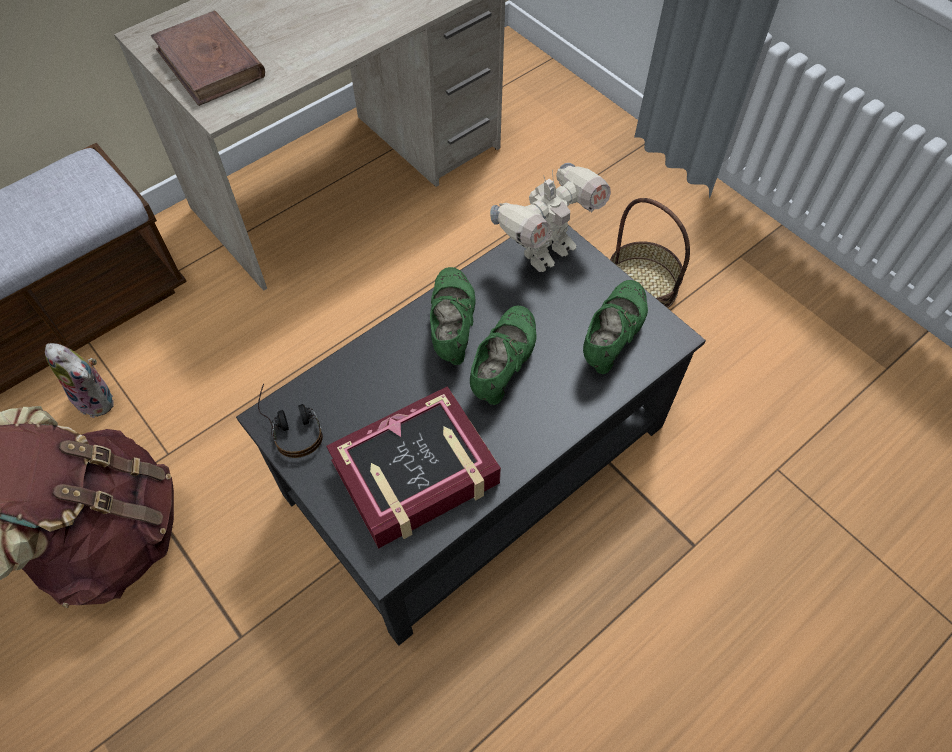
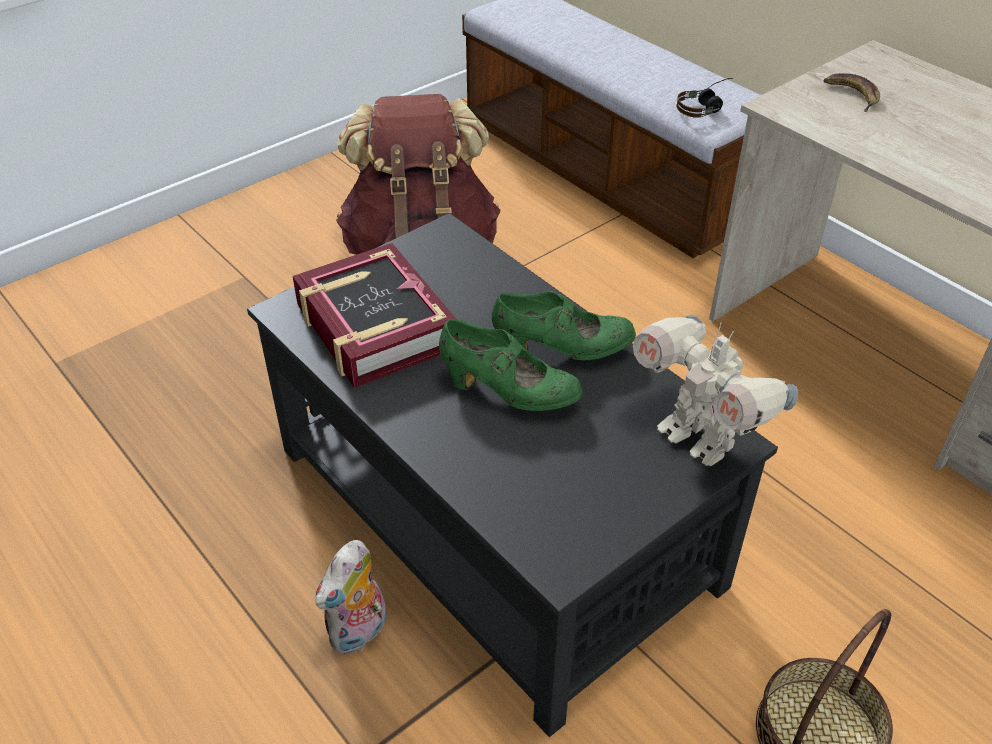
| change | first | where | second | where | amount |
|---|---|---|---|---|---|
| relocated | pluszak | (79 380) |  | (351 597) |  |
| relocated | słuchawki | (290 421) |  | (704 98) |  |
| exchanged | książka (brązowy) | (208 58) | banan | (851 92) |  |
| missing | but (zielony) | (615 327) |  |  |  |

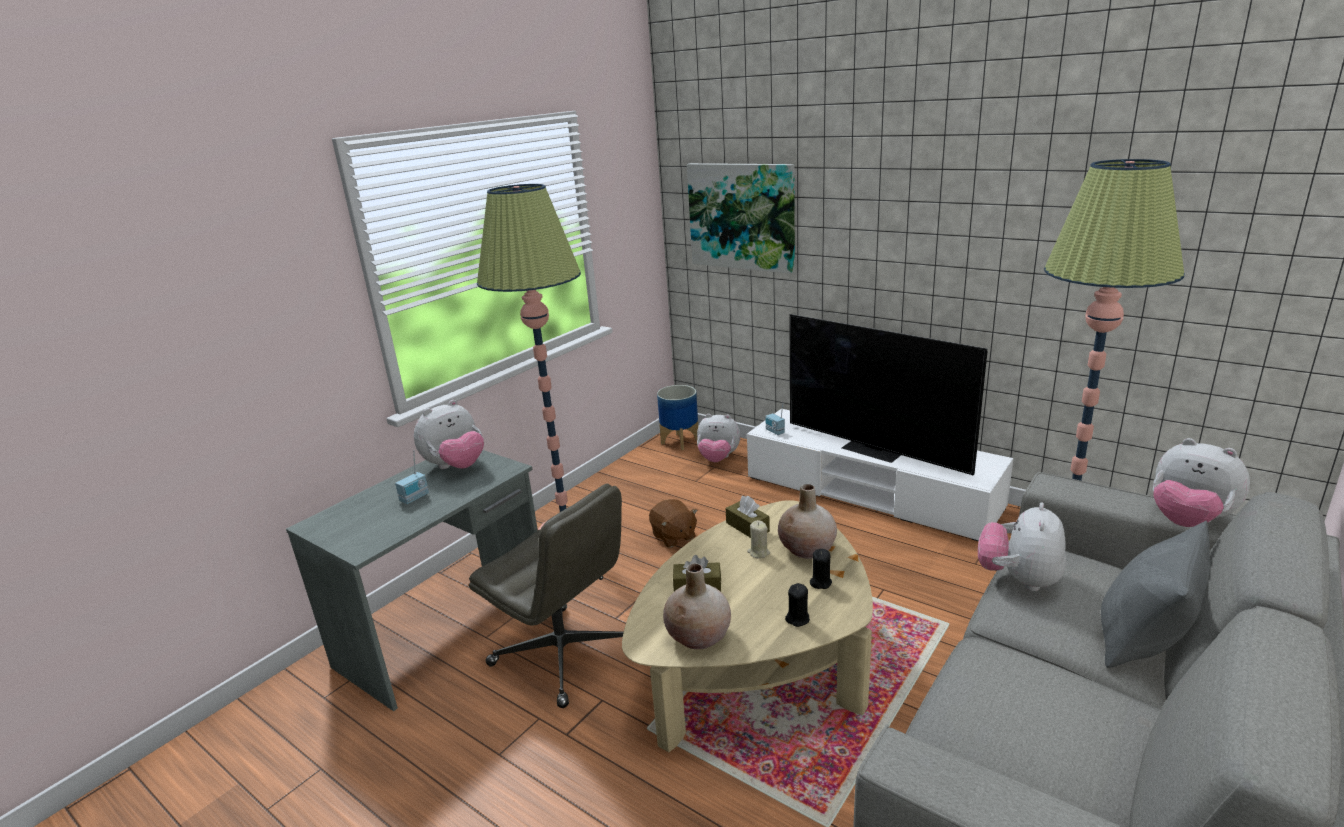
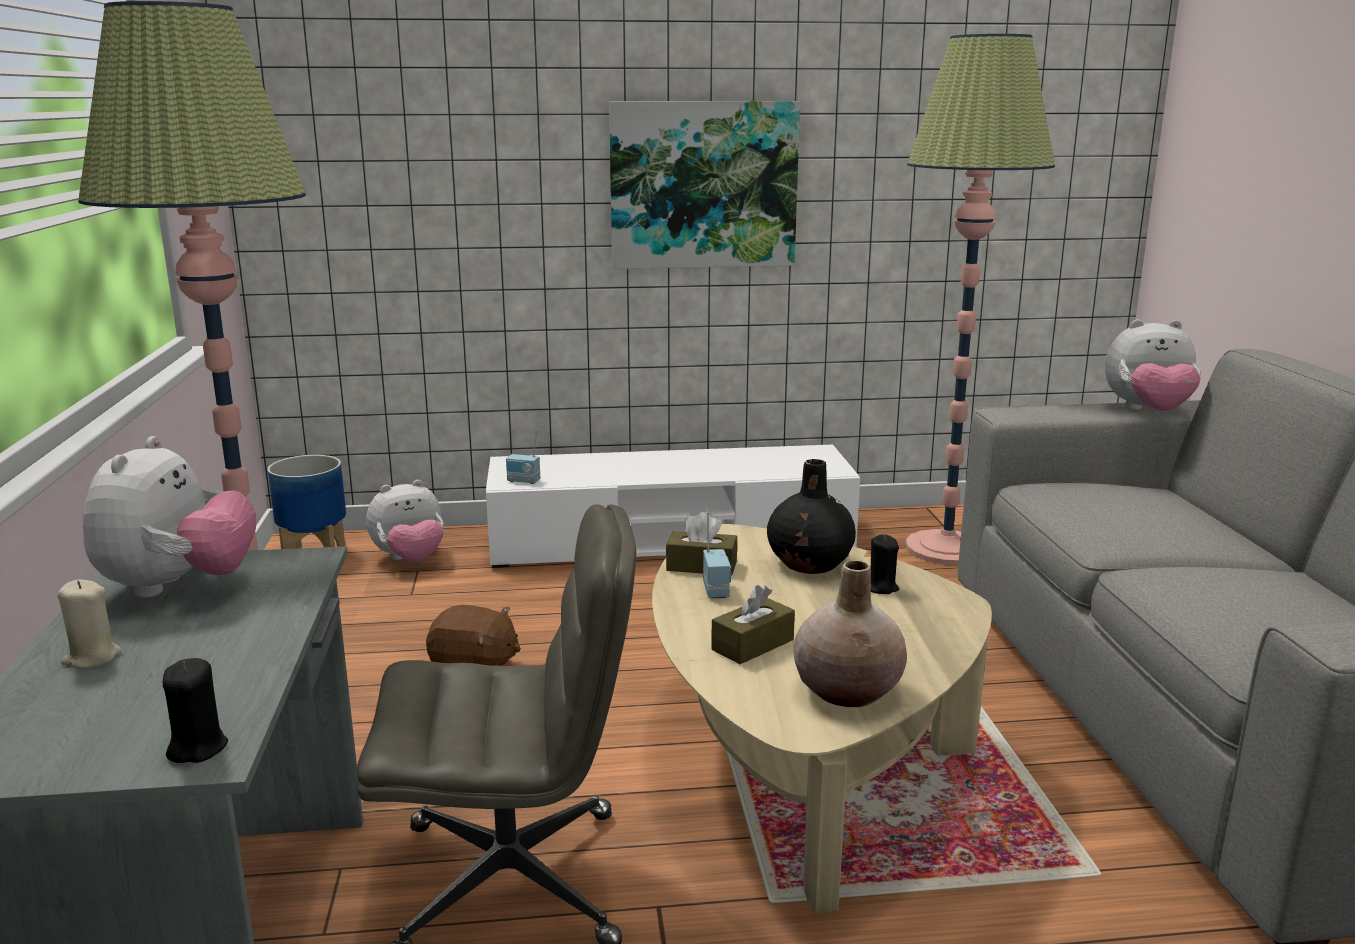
| change | first | where | second | where | amount |
|---|---|---|---|---|---|
| relocated | świeca (beżowy) | (758 539) |  | (90 624) |  |
| relocated | świeca (czarny) | (797 605) |  | (195 710) |  |
| relocated | obraz | (741 218) |  | (704 185) |  |
| relocated | radio | (412 477) |  | (717 555) |  |
| colour | wazon (beżowy) | (807 521) | wazon (czarny) | (811 516) |  |
| missing | telewizor | (888 394) |  |  |  |
| missing | pluszak | (1022 546) |  |  |  |
| missing | poduszka (szary) | (1156 594) |  |  |  |

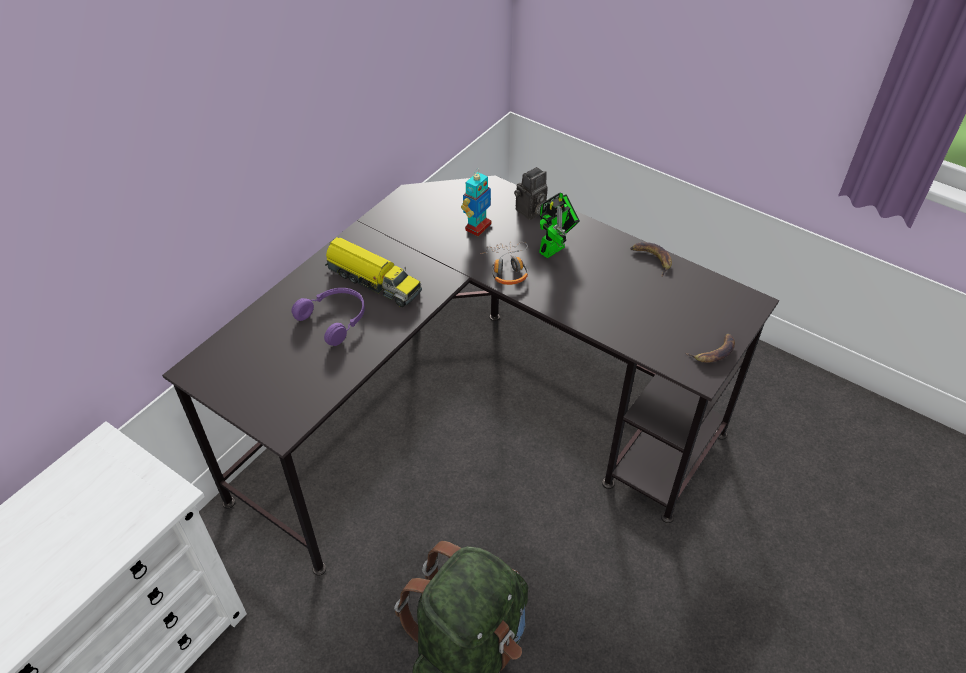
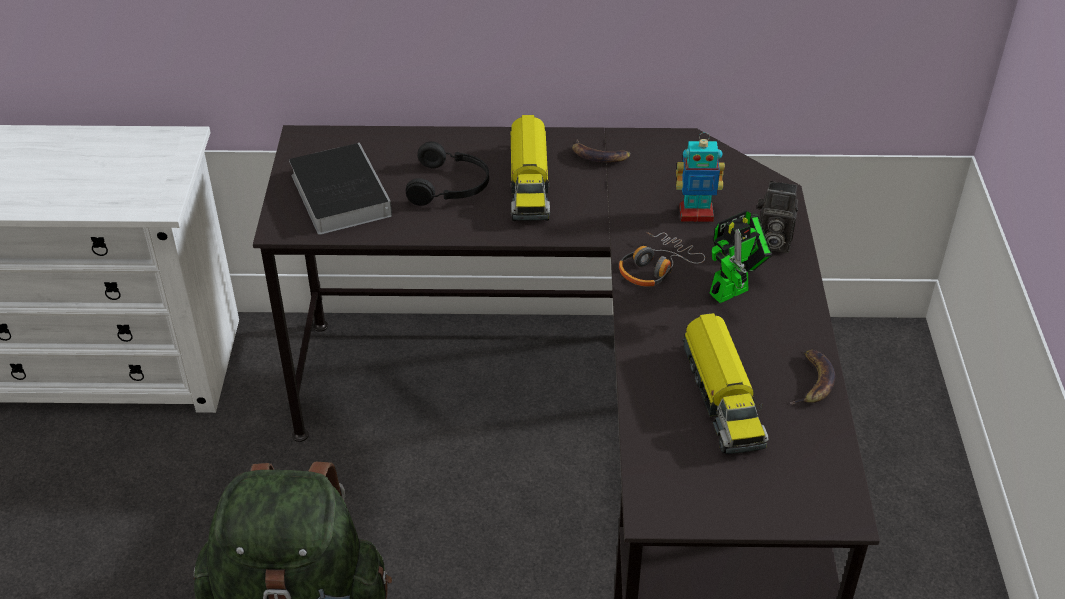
| change | first | where | second | where | amount |
|---|---|---|---|---|---|
| appeared |  |  | książka | (340 189) |  |
| colour | słuchawki (fioletowy) | (328 317) | słuchawki (czarny) | (447 173) |  |
| relocated | banan | (710 348) |  | (601 150) |  |
| appeared |  |  | ciężarówka zabawkowa | (726 383) |  |
| spun | robot zabawkowy | (559 225) |  | (740 257) | 45 degrees counterclockwise |

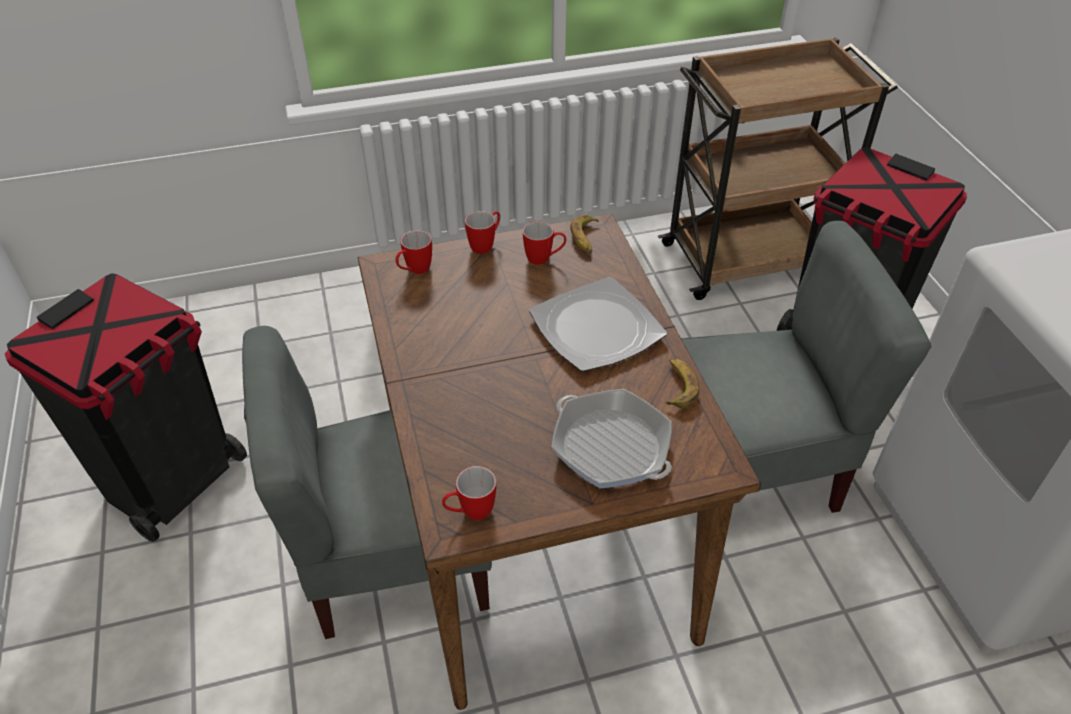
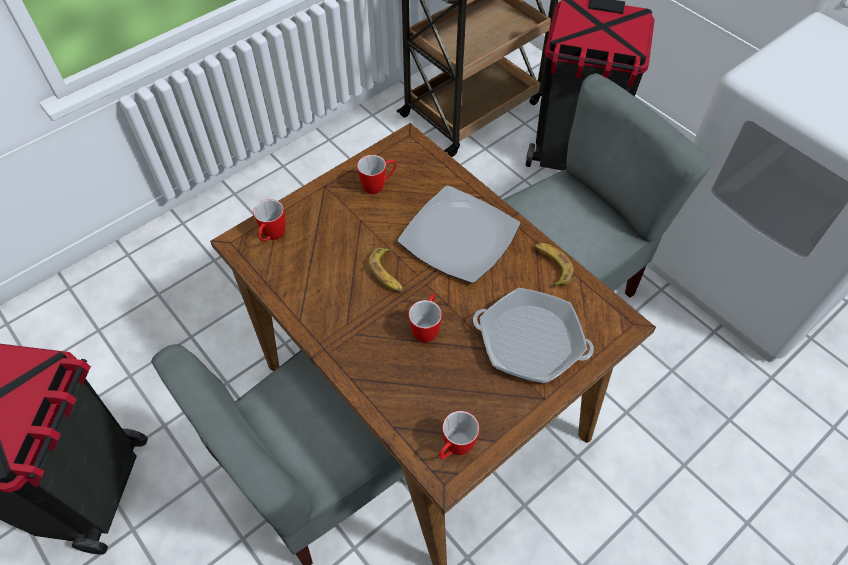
| change | first | where | second | where | amount |
|---|---|---|---|---|---|
| relocated | banan | (584 233) |  | (385 270) |  |
| relocated | kubek | (482 232) |  | (425 318) |  |

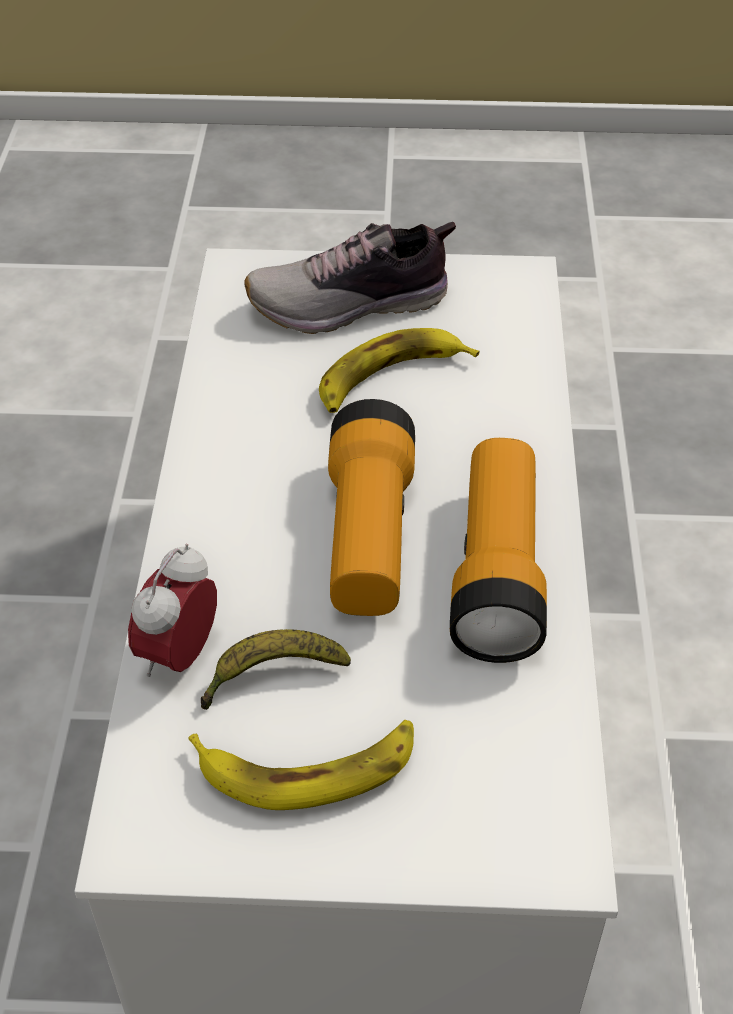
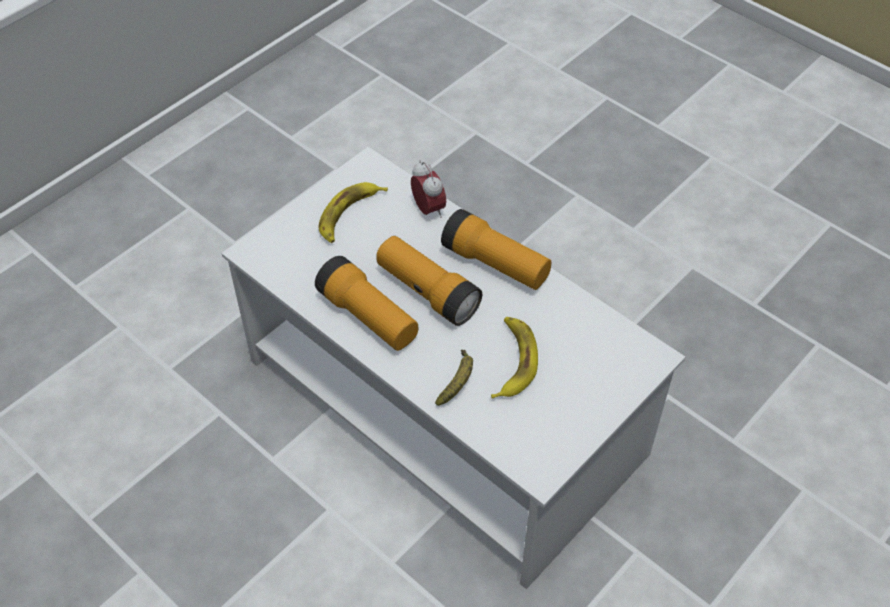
| change | first | where | second | where | amount |
|---|---|---|---|---|---|
| relocated | banan | (276 669) |  | (454 378) |  |
| appeared |  |  | latarka | (496 249) |  |
| missing | but | (350 278) |  |  |  |

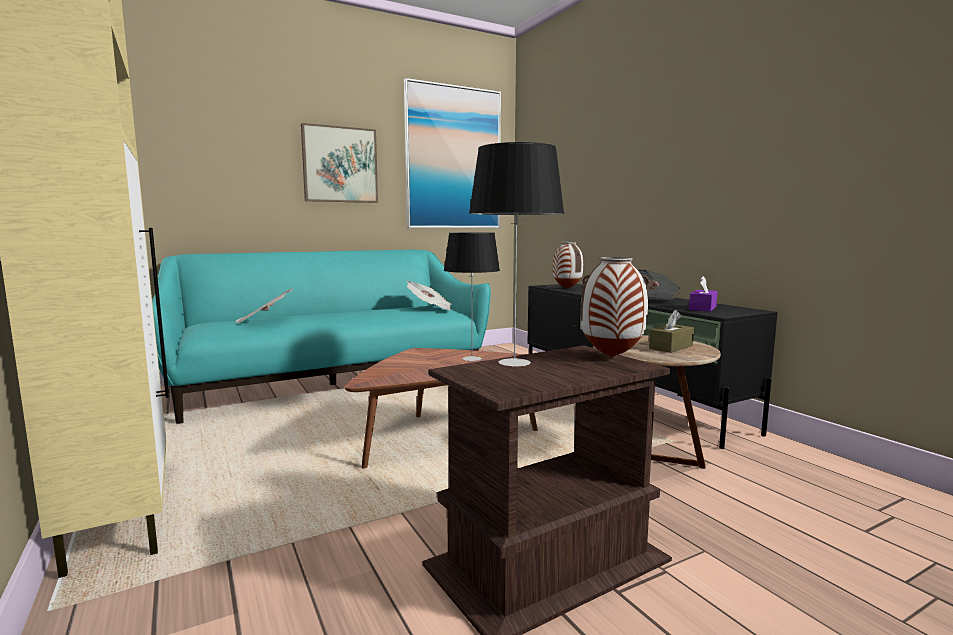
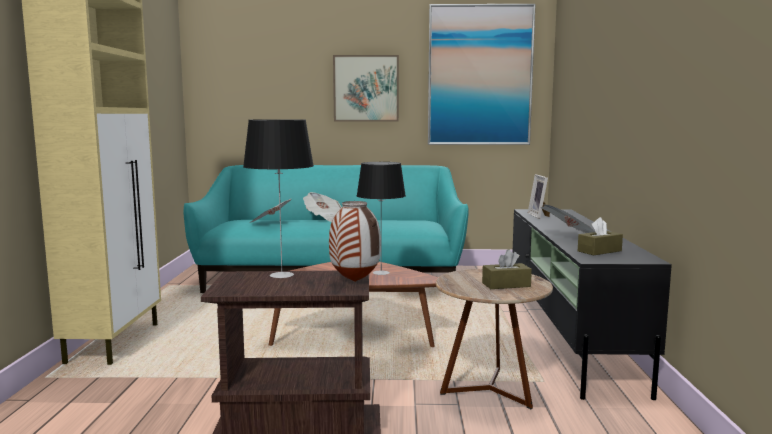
| change | first | where | second | where | amount |
|---|---|---|---|---|---|
| relocated | gazeta | (429 296) |  | (322 207) |  |
| exchanged | wazon | (568 265) | ramka na zdjęcie | (539 196) |  |
| colour | pudełko chusteczek (fioletowy) | (703 294) | pudełko chusteczek (brązowy) | (600 236) |  |

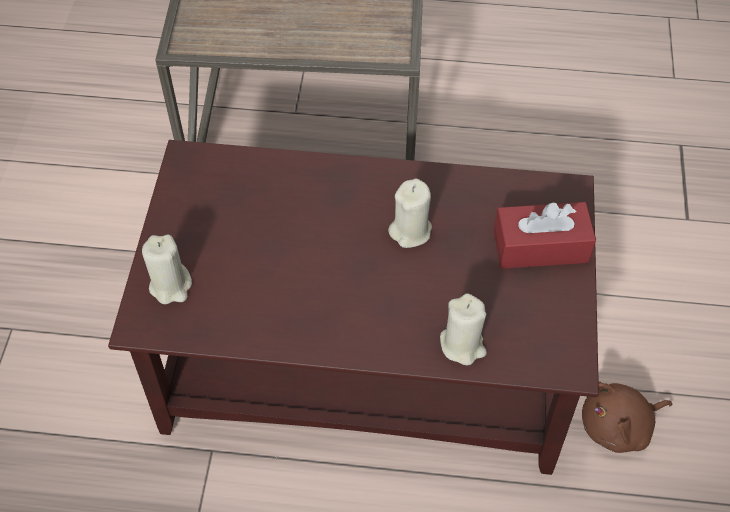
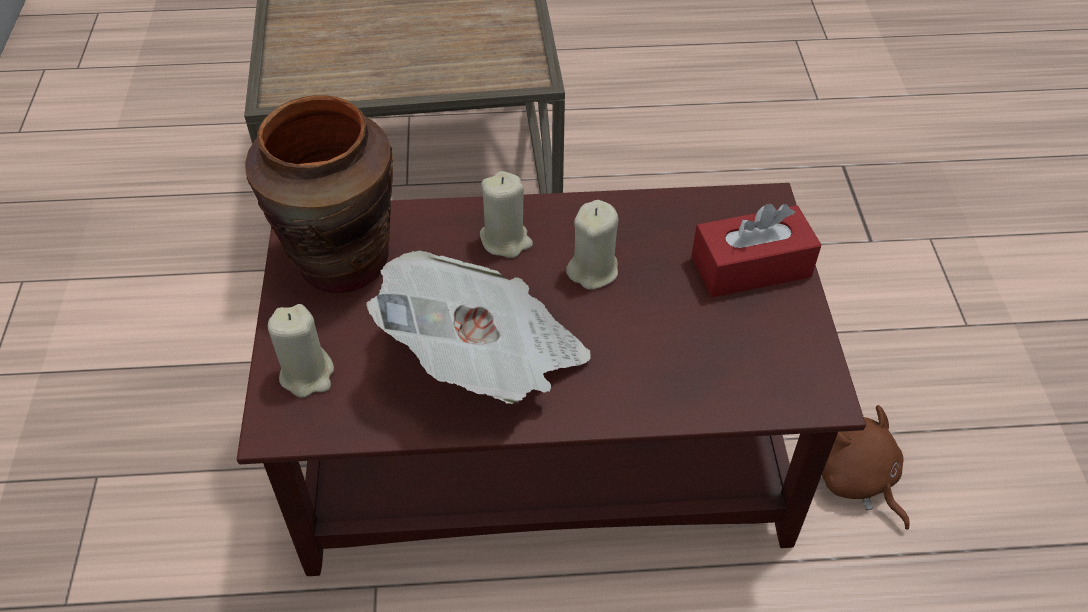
| change | first | where | second | where | amount |
|---|---|---|---|---|---|
| appeared |  |  | wazon (brązowy) | (319 194) |  |
| appeared |  |  | gazeta | (478 327) |  |
| relocated | świeca (beżowy) | (463 329) |  | (506 214) |  |
| spun | pluszak (brązowy) | (627 417) |  | (866 467) | 90 degrees clockwise |

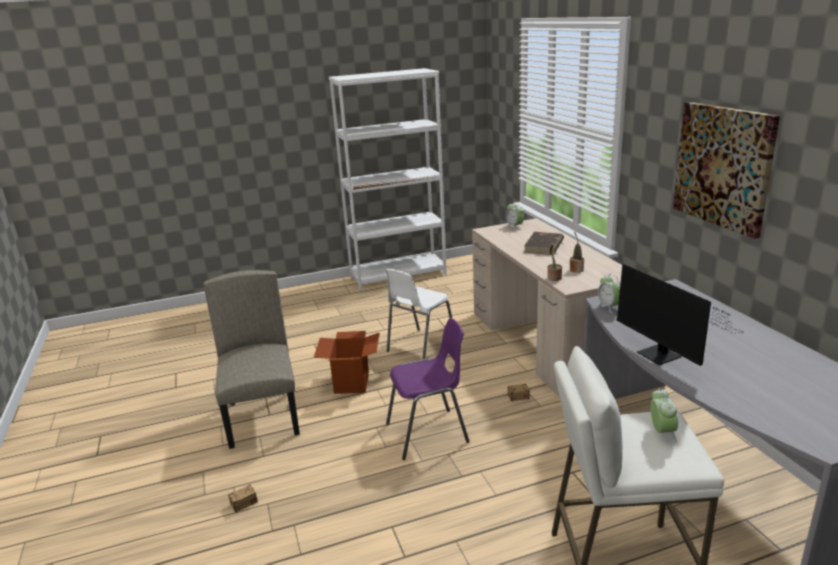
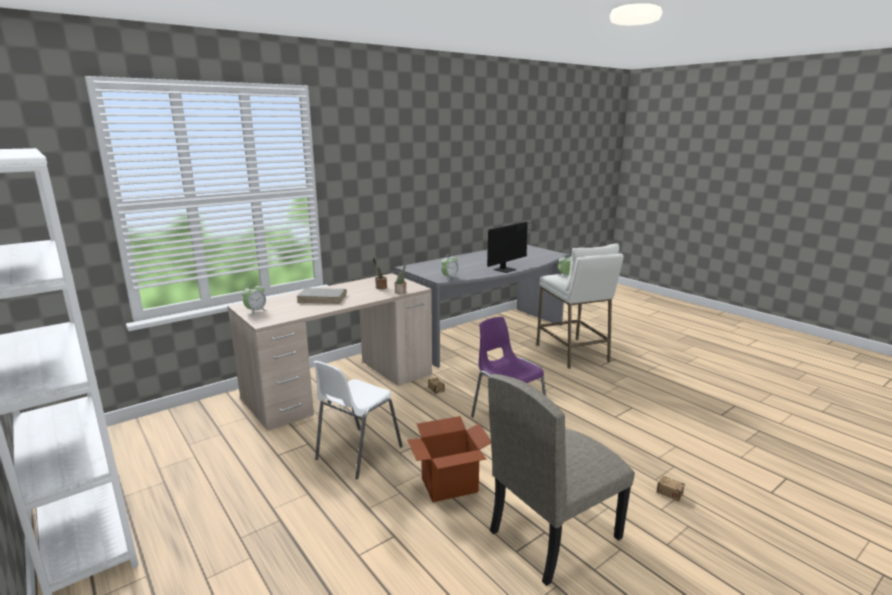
| change | first | where | second | where | amount |
|---|---|---|---|---|---|
| colour | książka (brązowy) | (544 243) | książka (szary) | (322 296) |  |
| spun | krzesło (biały) | (419 314) |  | (358 420) | 105 degrees clockwise |
| missing | obraz | (726 170) |  |  |  |

